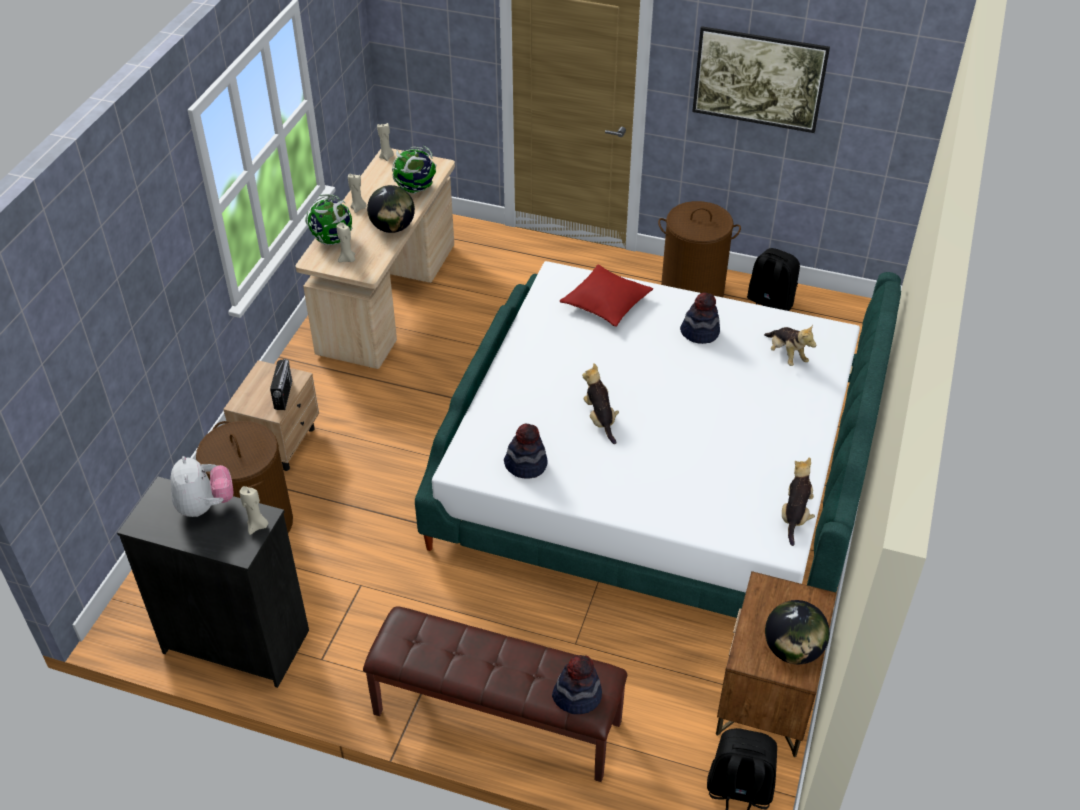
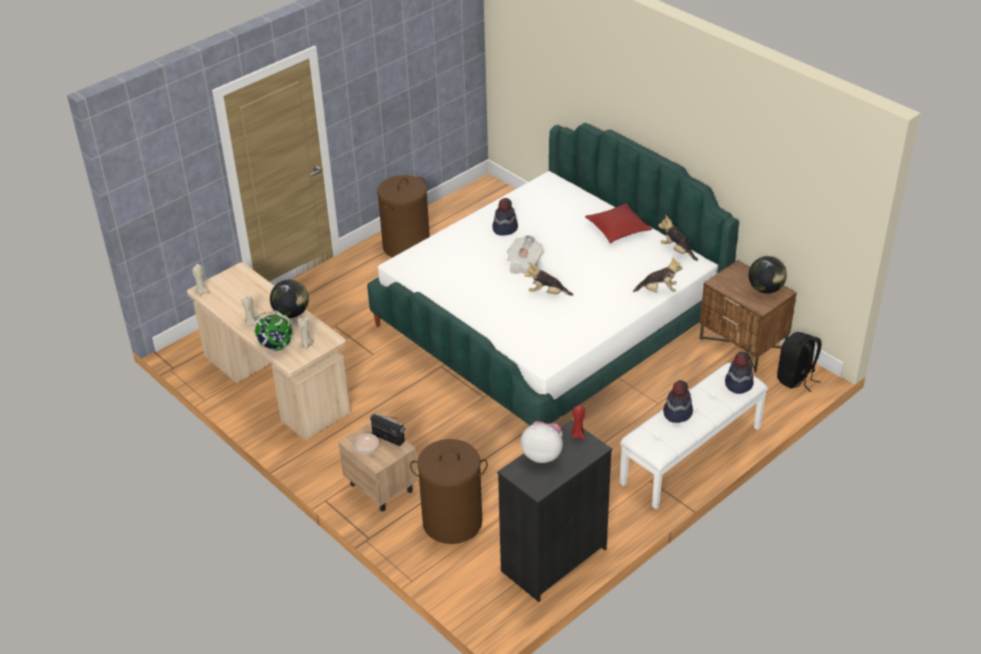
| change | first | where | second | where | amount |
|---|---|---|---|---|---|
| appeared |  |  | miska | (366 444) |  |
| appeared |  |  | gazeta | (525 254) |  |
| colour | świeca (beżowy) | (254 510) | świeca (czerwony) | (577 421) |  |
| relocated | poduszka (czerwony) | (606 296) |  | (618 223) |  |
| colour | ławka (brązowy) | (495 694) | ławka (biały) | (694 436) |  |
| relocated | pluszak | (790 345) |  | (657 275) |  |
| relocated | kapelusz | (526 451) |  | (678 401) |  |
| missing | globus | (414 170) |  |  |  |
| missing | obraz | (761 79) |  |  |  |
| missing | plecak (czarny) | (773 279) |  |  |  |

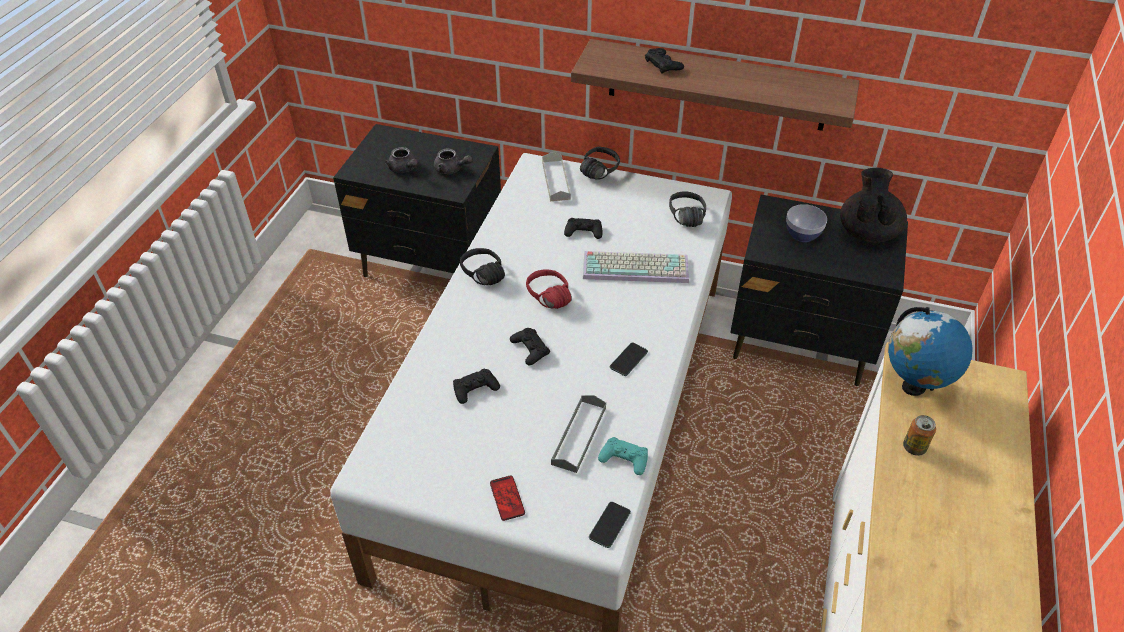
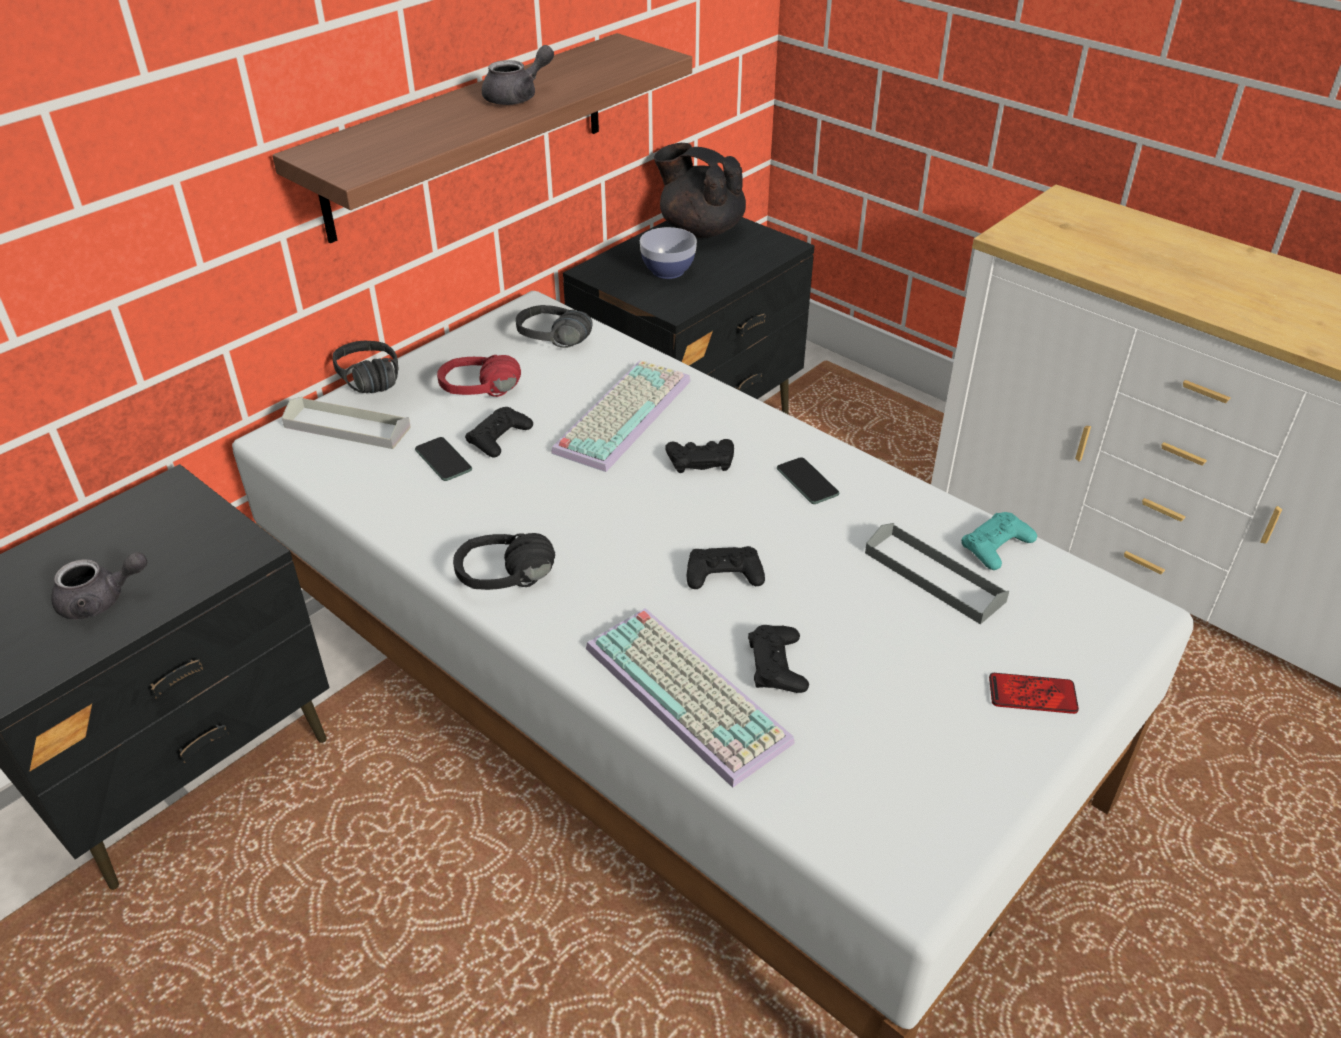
| change | first | where | second | where | amount |
|---|---|---|---|---|---|
| relocated | telefon | (610 525) |  | (443 459) |  |
| relocated | słuchawki (czerwony) | (549 289) |  | (479 376) |  |
| relocated | imbryk (szary) | (453 161) |  | (518 75) |  |
| appeared |  |  | klawiatura | (690 698) |  |
| relocated | pad do gier (czarny) | (664 61) |  | (699 456) |  |
| missing | globus | (930 351) |  |  |  |
| missing | puszka | (919 435) |  |  |  |

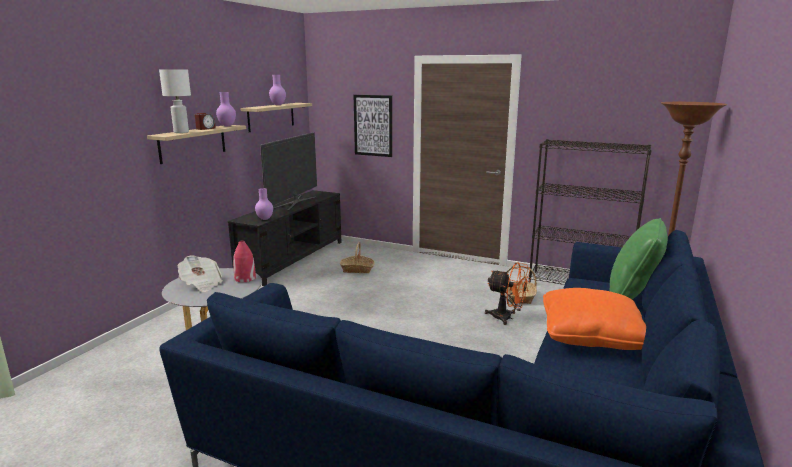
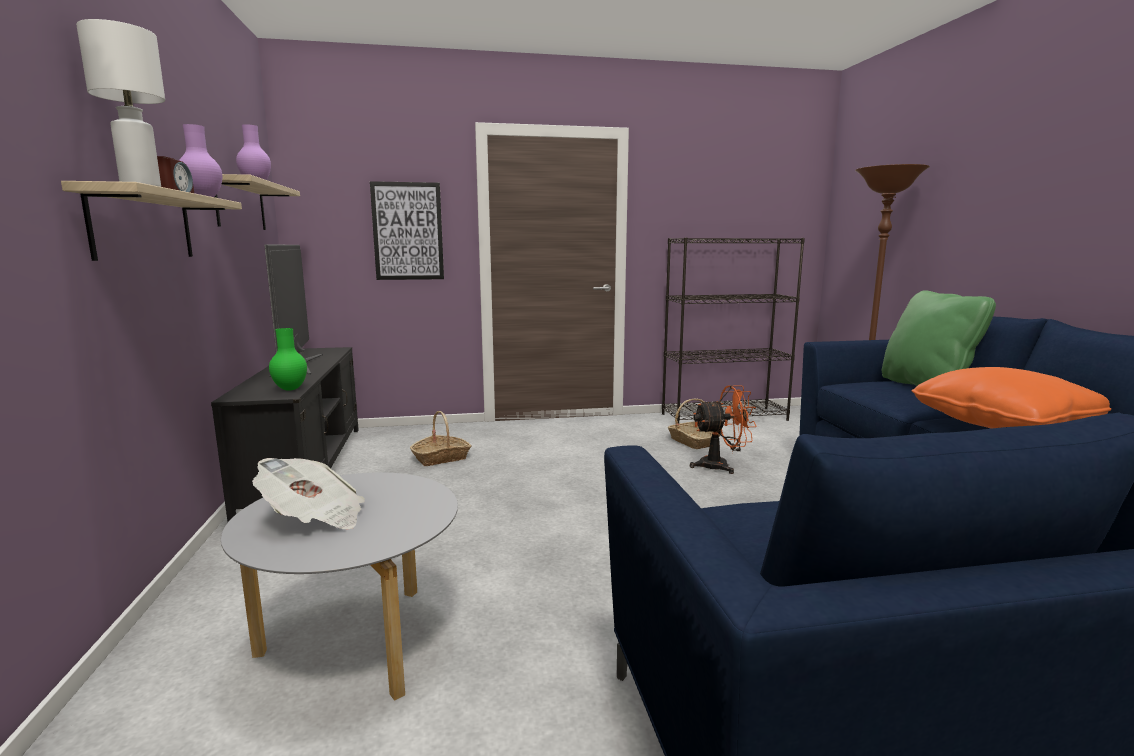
| change | first | where | second | where | amount |
|---|---|---|---|---|---|
| colour | wazon (fioletowy) | (264 204) | wazon (zielony) | (288 359) |  |
| missing | wazon (czerwony) | (244 261) |  |  |  |

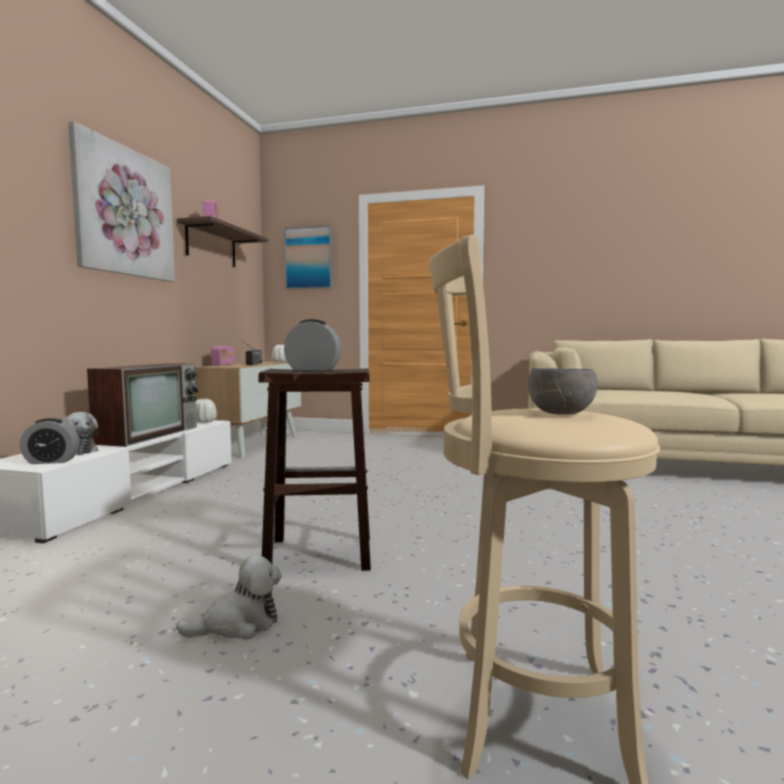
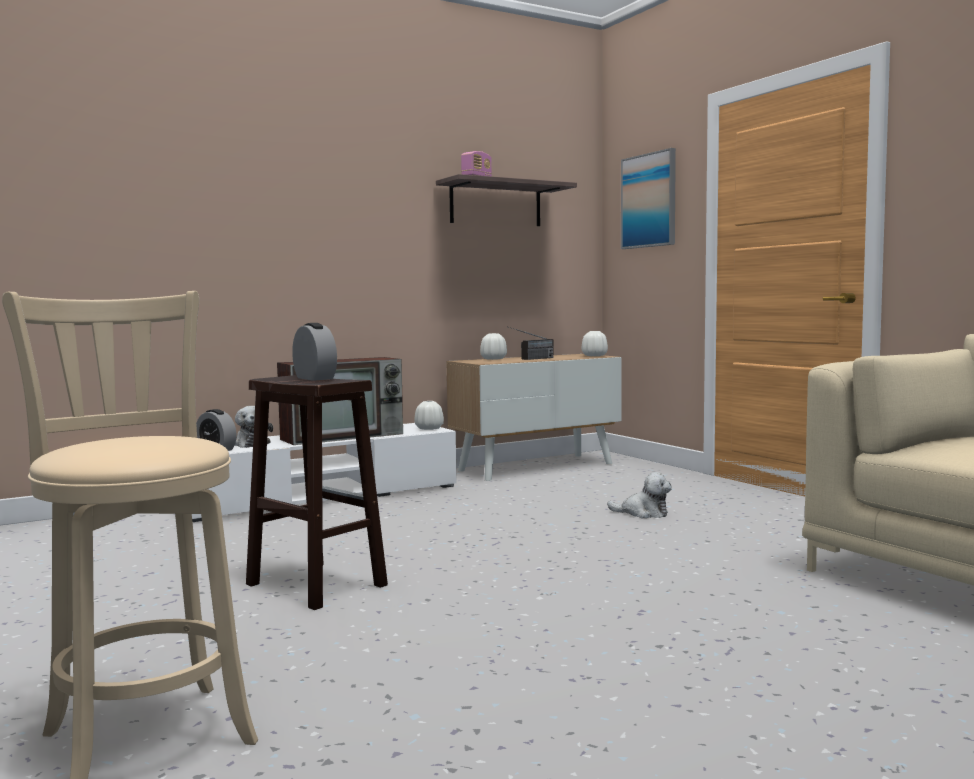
| change | first | where | second | where | amount |
|---|---|---|---|---|---|
| exchanged | radio | (223 356) | wazon (biały) | (493 346) |  |
| relocated | pluszak | (229 597) |  | (639 495) |  |
| missing | obraz | (121 201) |  |  |  |
| missing | miska (szary) | (562 391) |  |  |  |

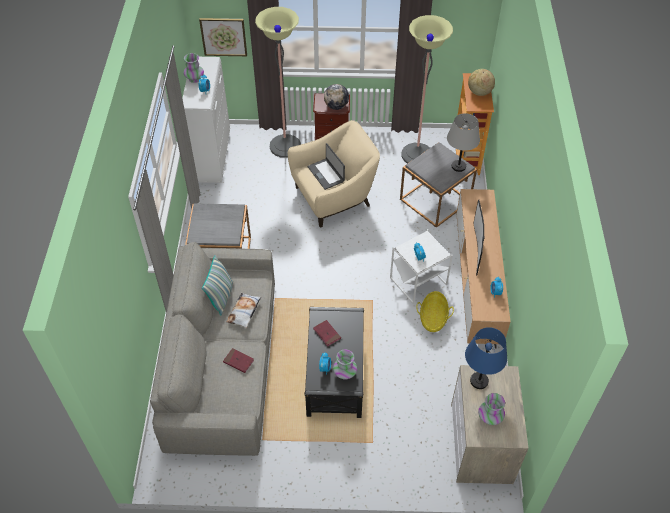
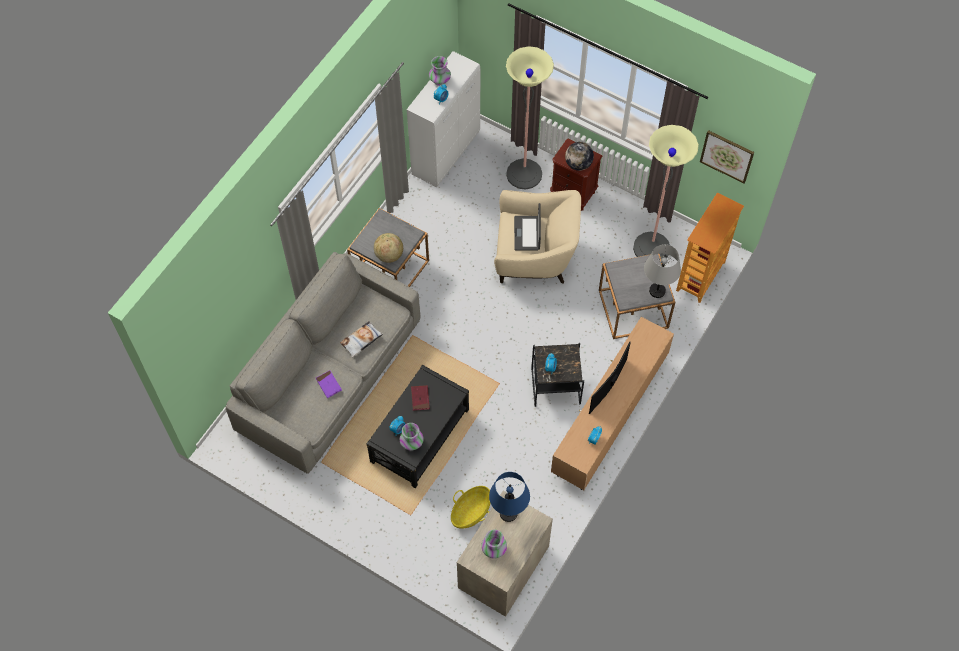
| change | first | where | second | where | amount |
|---|---|---|---|---|---|
| colour | książka (czerwony) | (238 360) | książka (fioletowy) | (329 384) |  |
| relocated | globus | (481 82) |  | (388 248) |  |
| relocated | koszyk | (435 311) |  | (471 507) |  |
| colour | stolik (biały) | (421 266) | stolik (czarny) | (557 375) |  |
| relocated | obraz | (223 37) |  | (727 156) |  |
| missing | poduszka | (217 285) |  |  |  |

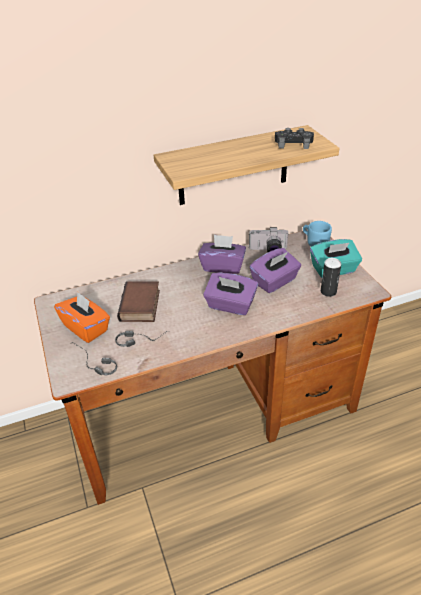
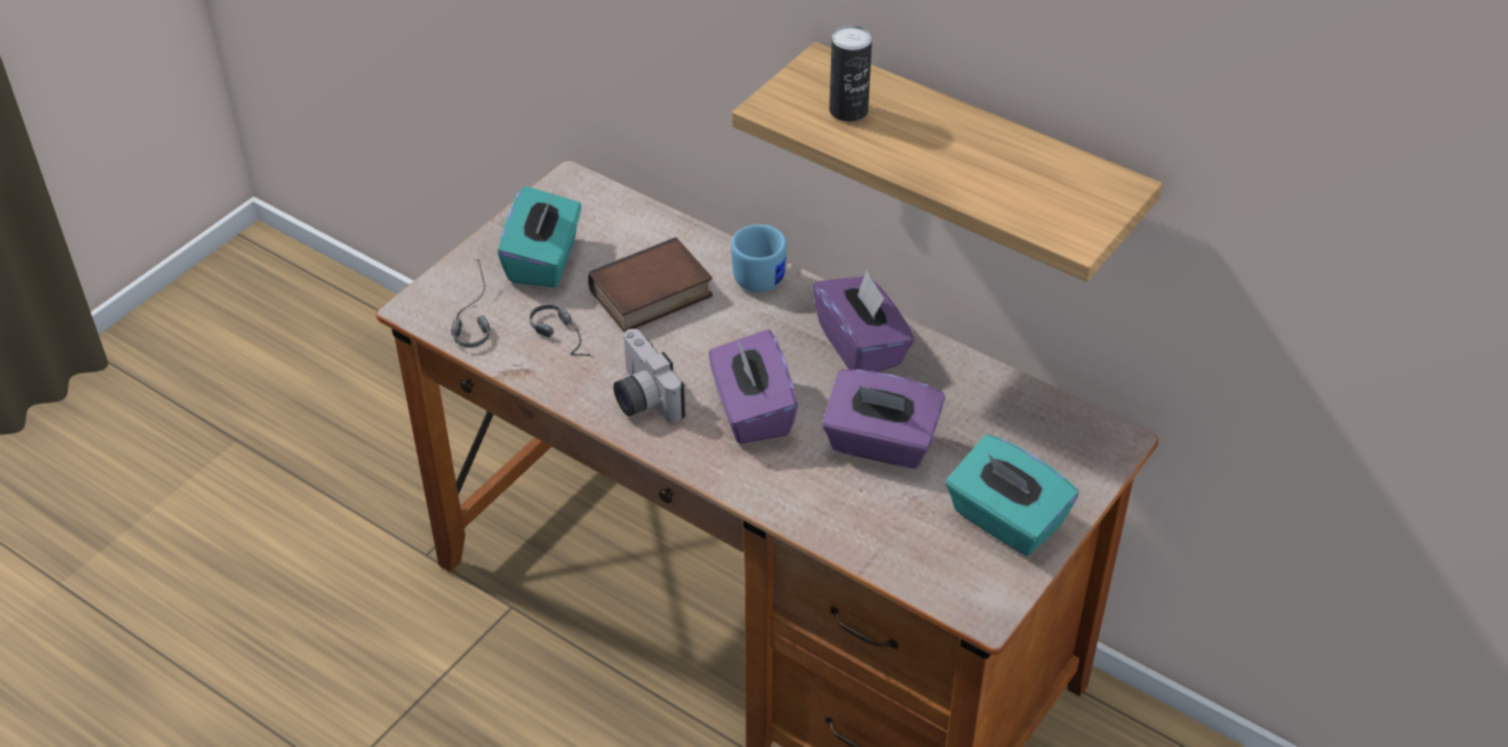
| change | first | where | second | where | amount |
|---|---|---|---|---|---|
| colour | pudełko chusteczek (pomarańczowy) | (82 317) | pudełko chusteczek (turkusowy) | (539 237) |  |
| relocated | aparat fotograficzny | (269 239) |  | (649 376) |  |
| relocated | kubek (niebieski) | (317 233) |  | (759 258) |  |
| relocated | puszka | (331 277) |  | (850 73) |  |
| missing | pad do gier (czarny) | (294 138) |  |  |  |

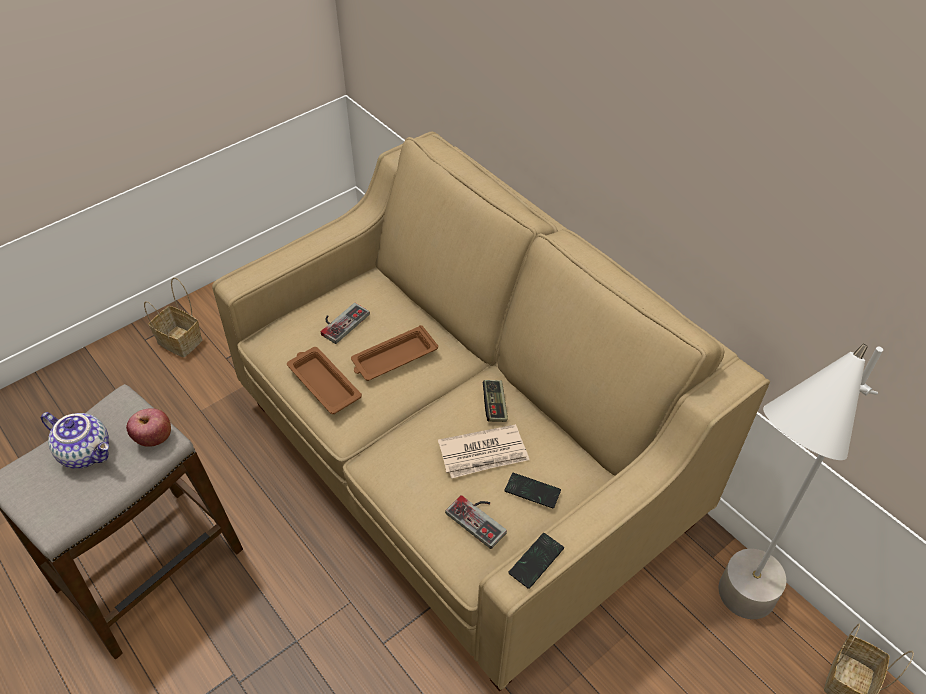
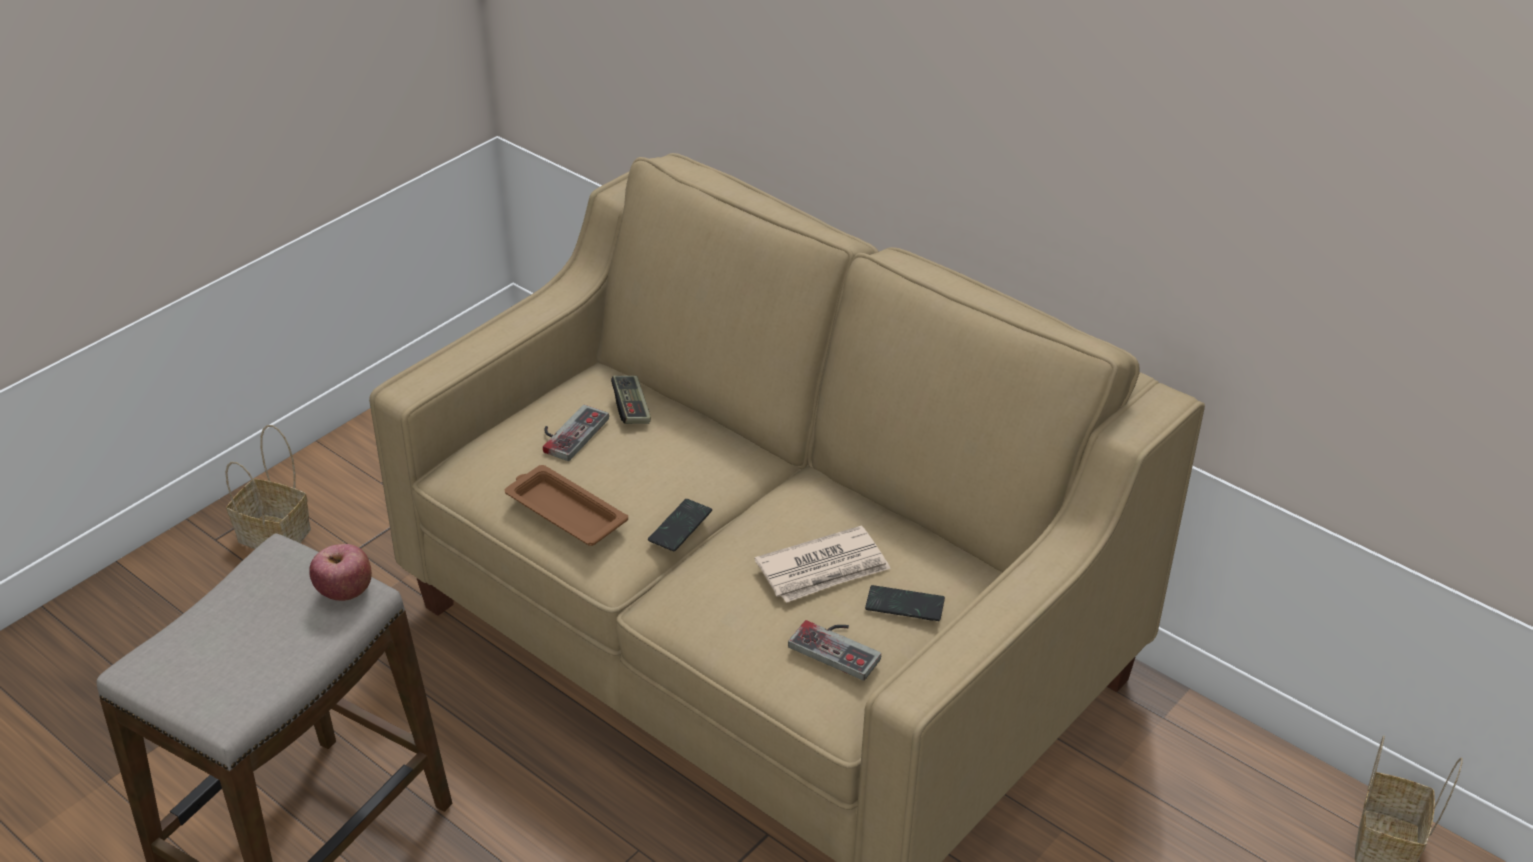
| change | first | where | second | where | amount |
|---|---|---|---|---|---|
| relocated | pad do gier | (495 401) |  | (631 400) |  |
| relocated | telefon | (536 561) |  | (680 525) |  |
| missing | imbryk | (75 440) |  |  |  |
| missing | taca (brązowy) | (394 353) |  |  |  |
| missing | lampa stojąca (szary) | (801 481) |  |  |  |

